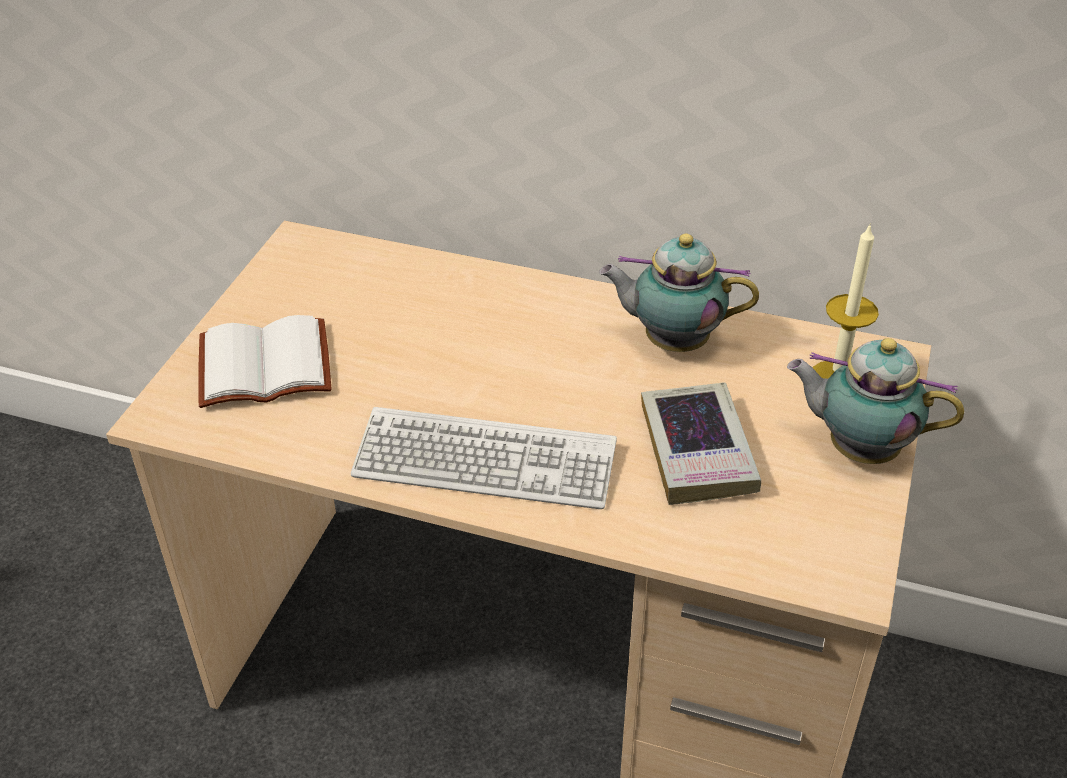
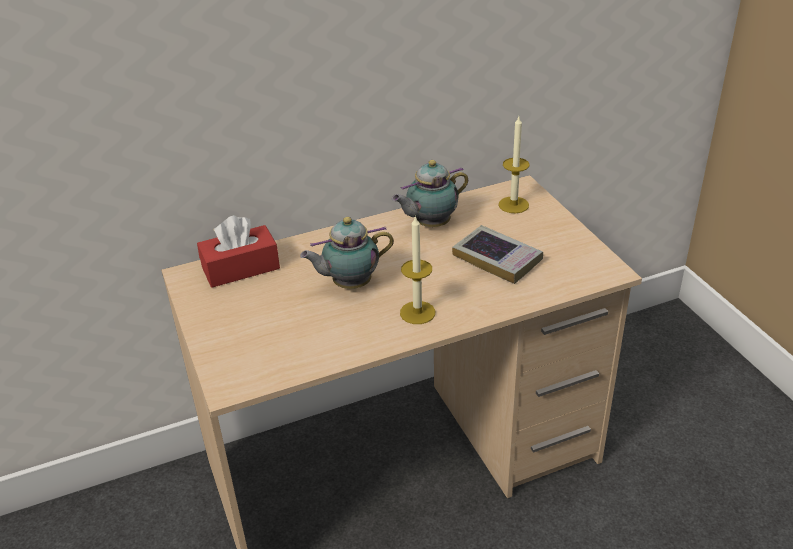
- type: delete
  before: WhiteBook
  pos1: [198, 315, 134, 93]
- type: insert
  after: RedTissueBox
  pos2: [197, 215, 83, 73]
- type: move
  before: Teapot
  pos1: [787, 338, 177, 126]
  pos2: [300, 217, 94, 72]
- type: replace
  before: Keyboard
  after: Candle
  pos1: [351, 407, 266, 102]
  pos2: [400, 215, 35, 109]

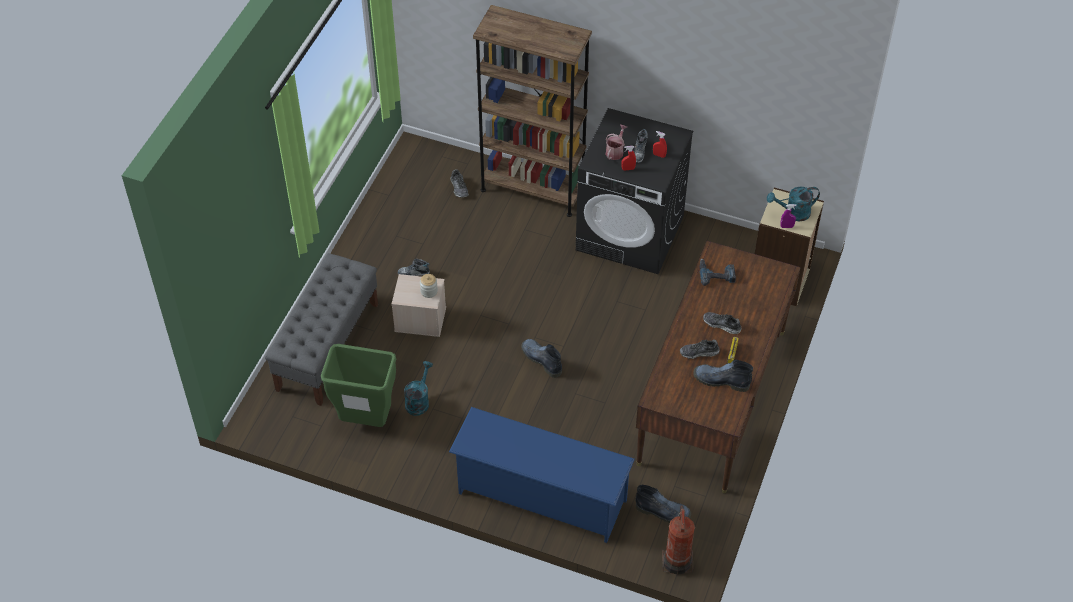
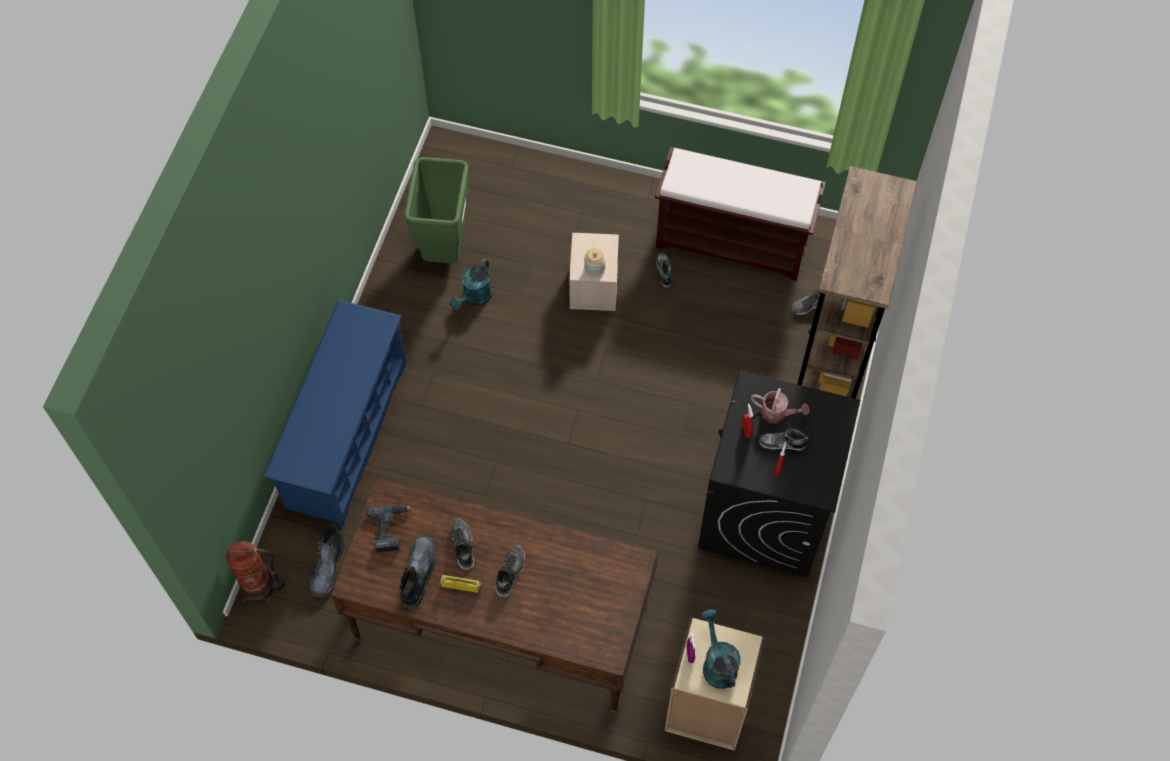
- type: delete
  before: GreyBench
  pos1: [265, 253, 113, 153]
- type: delete
  before: Boot
  pos1: [521, 339, 41, 39]
- type: insert
  after: BrownBench
  pos2: [655, 147, 171, 134]
- type: move
  before: PowerDrill
  pos1: [700, 259, 36, 27]
  pos2: [366, 505, 46, 48]
- type: rotate
  before: TurquoiseWateringCan
  pos1: [404, 361, 29, 55]
  pos2: [450, 259, 42, 51]
  turn: 105

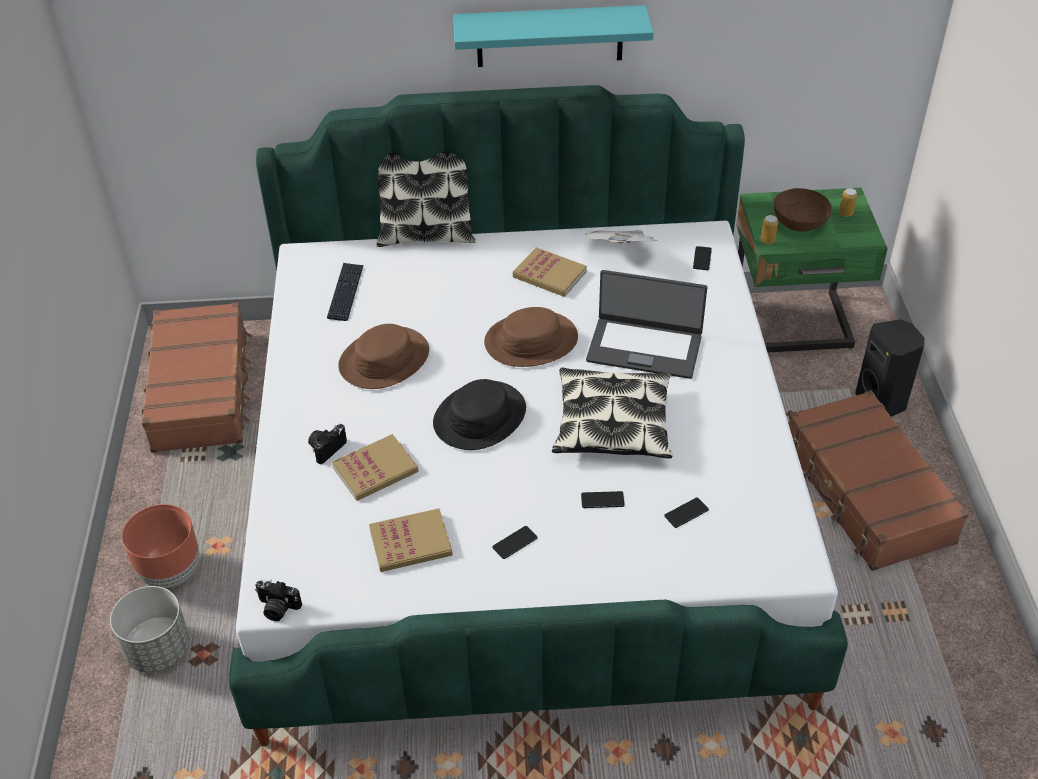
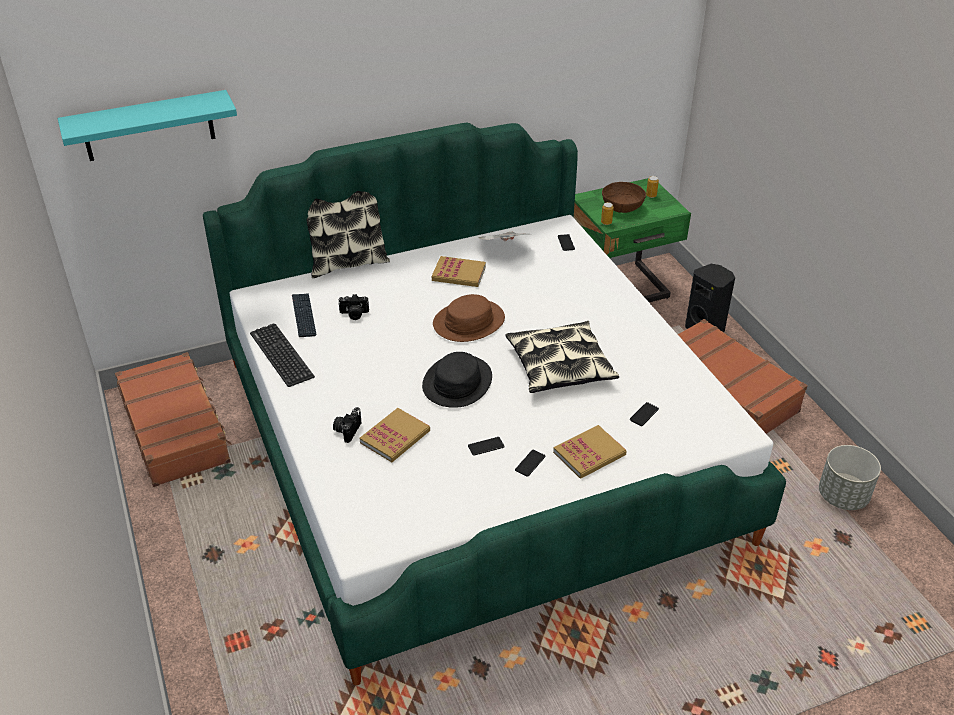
- type: delete
  before: BrownPlanter
  pos1: [122, 504, 77, 84]
- type: delete
  before: BrownHat
  pos1: [338, 324, 91, 65]
- type: delete
  before: Laptop
  pos1: [586, 270, 121, 109]
- type: insert
  after: Keyboard
  pos2: [250, 324, 65, 63]
- type: move
  before: GreyPlanter
  pos1: [110, 586, 80, 87]
  pos2: [819, 445, 62, 65]
- type: move
  before: PhotoCamera
  pos1: [255, 580, 47, 41]
  pos2: [338, 294, 31, 26]
- type: move
  before: Book
  pos1: [369, 508, 84, 64]
  pos2: [553, 425, 74, 54]
- type: move
  before: TurquoiseShelf
  pos1: [453, 5, 201, 62]
  pos2: [58, 90, 179, 71]
- type: move
  before: Phone
  pos1: [581, 491, 44, 17]
  pos2: [468, 437, 37, 19]

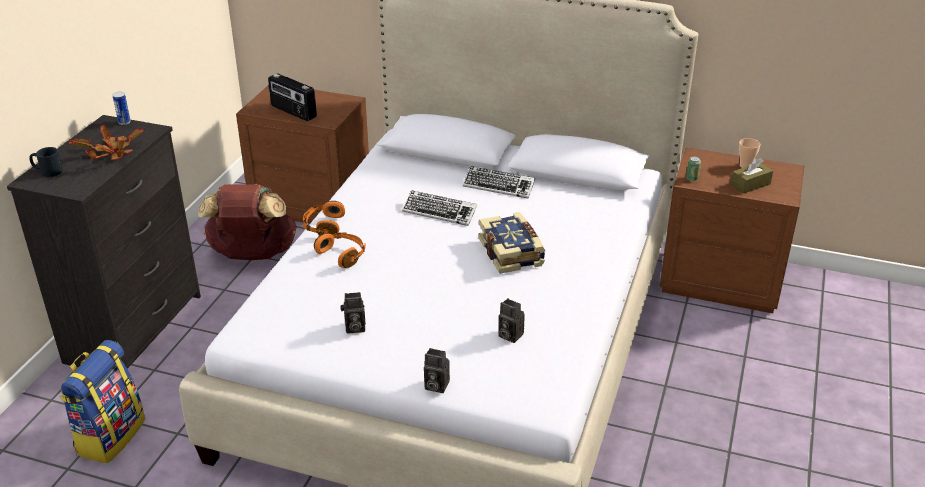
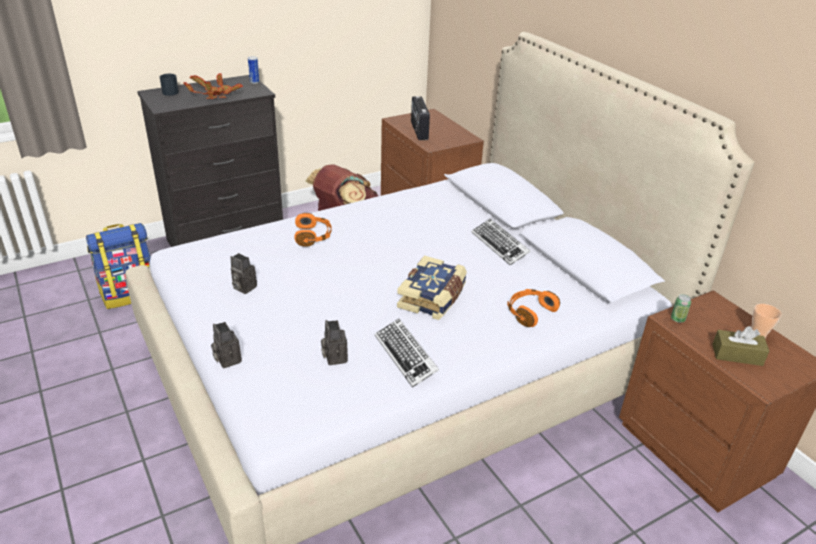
- type: move
  before: OrangeHeadphones
  pos1: [303, 201, 42, 34]
  pos2: [507, 289, 53, 38]
- type: move
  before: Keyboard
  pos1: [402, 190, 75, 36]
  pos2: [375, 319, 64, 69]

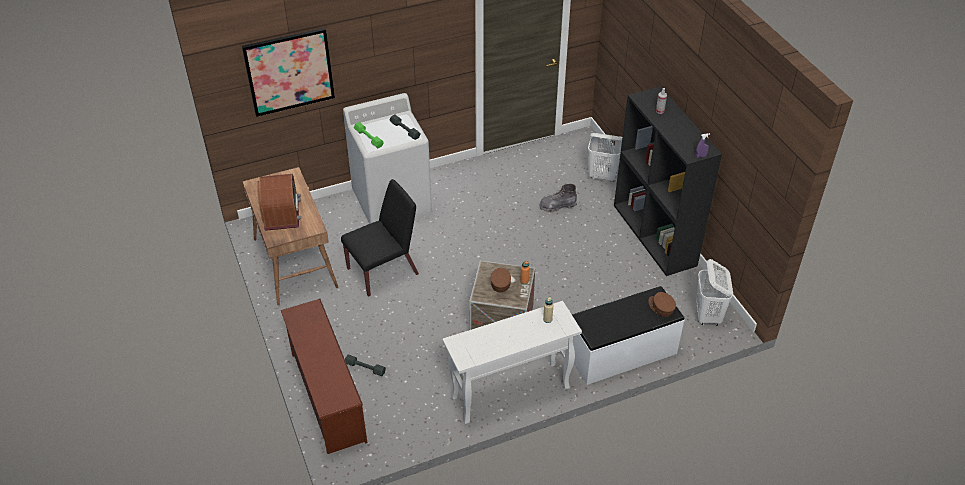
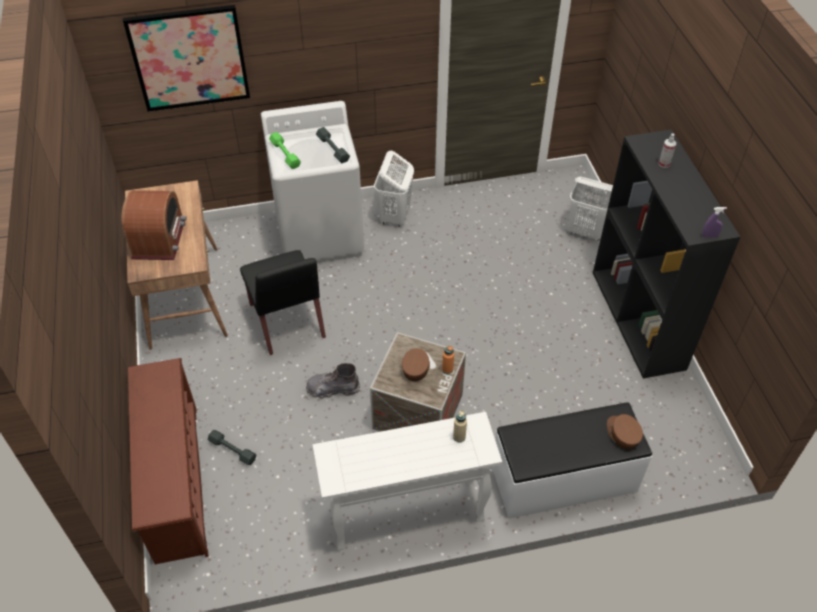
- type: move
  before: GreyBoot
  pos1: [539, 184, 38, 28]
  pos2: [306, 363, 54, 36]
- type: move
  before: WhiteLaundryBasket
  pos1: [696, 259, 37, 67]
  pos2: [374, 151, 40, 76]
- type: rotate
  before: BlackChair
  pos1: [341, 179, 78, 118]
  pos2: [240, 250, 86, 105]
  turn: 90

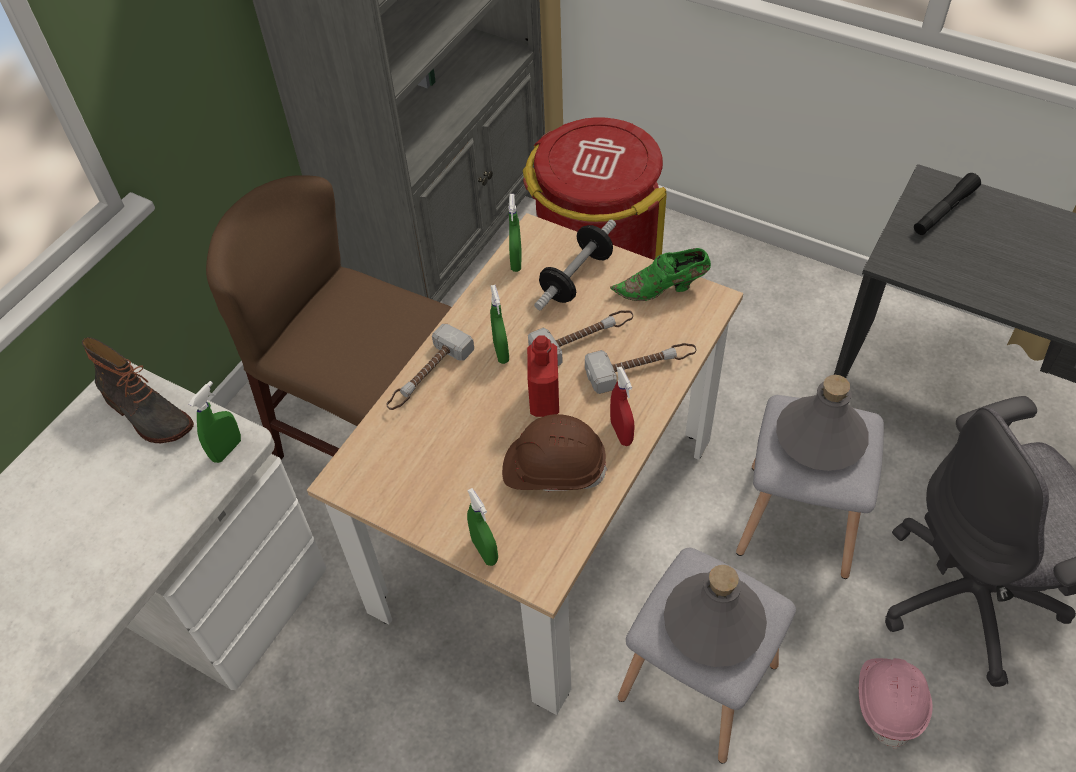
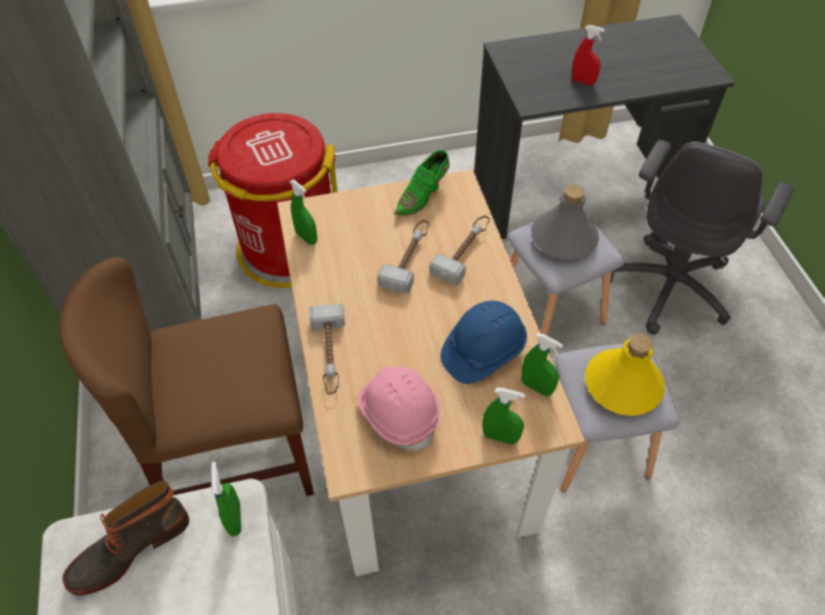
- type: delete
  before: RedBottle
  pos1: [527, 335, 32, 82]
- type: delete
  before: Dumbbell
  pos1: [534, 219, 82, 91]
- type: delete
  before: BlackFlashlight
  pos1: [914, 173, 67, 62]
- type: move
  before: GreenSprayBottle
  pos1: [490, 285, 19, 79]
  pos2: [521, 333, 42, 63]
- type: move
  before: RedSprayBottle
  pos1: [610, 366, 25, 80]
  pos2: [572, 25, 33, 60]
- type: move
  before: PinkHardHat
  pos1: [859, 658, 74, 91]
  pos2: [357, 367, 83, 84]
- type: recolor
  before: BrownHardHat
  after: BlueHardHat
  pos1: [502, 414, 105, 78]
  pos2: [440, 301, 87, 83]
- type: recolor
  before: GreyBottle
  after: YellowBottle
  pos1: [664, 565, 103, 102]
  pos2: [585, 333, 80, 83]
- type: rotate
  before: Boot
  pos1: [82, 337, 112, 106]
  pos2: [63, 481, 126, 115]
  turn: 150

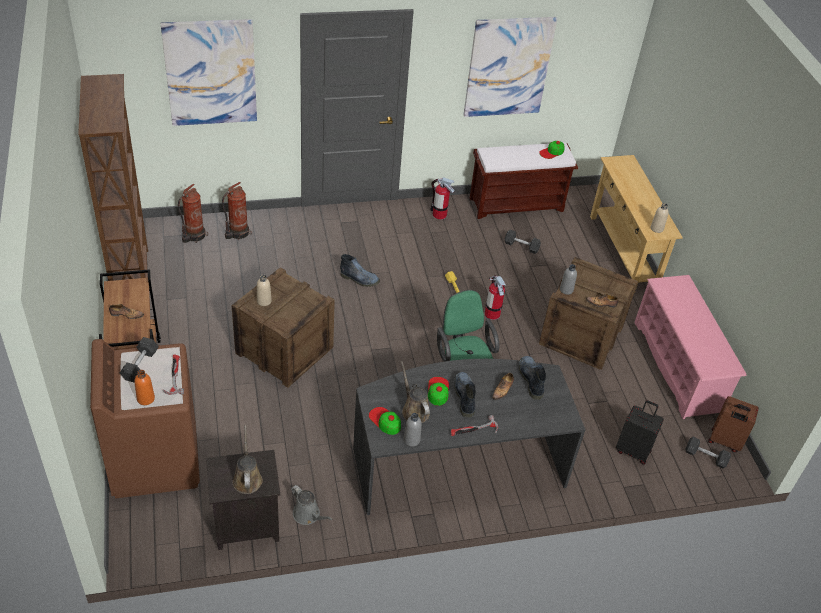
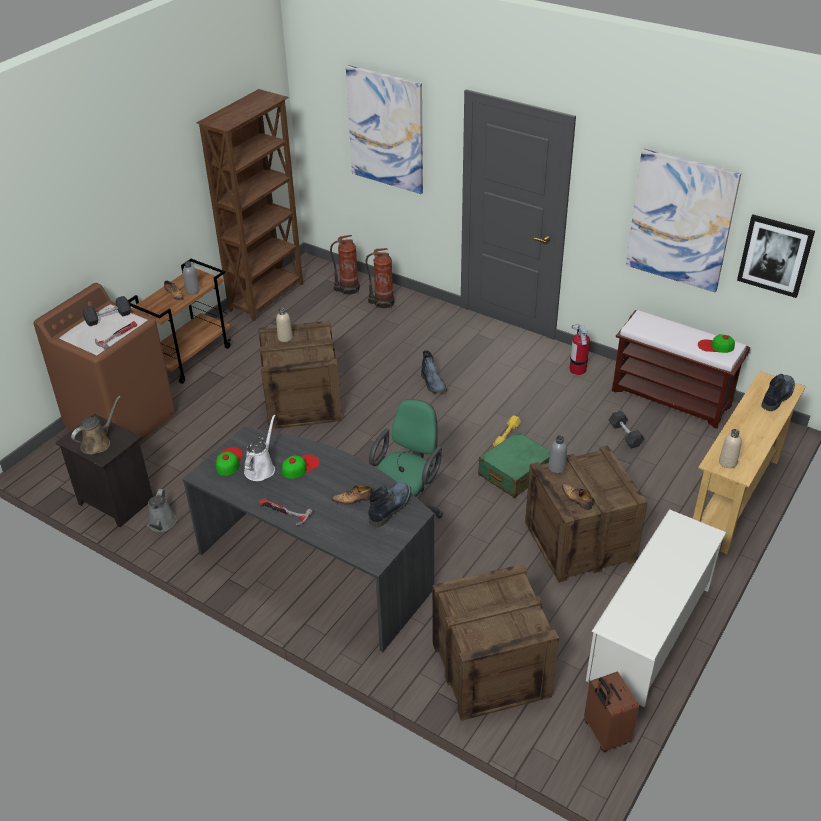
- type: delete
  before: OrangeBottle
  pos1: [134, 370, 21, 35]
- type: delete
  before: GreyDumbbell
  pos1: [685, 437, 46, 31]
- type: insert
  after: Picture
  pos2: [737, 215, 78, 83]
- type: move
  before: GreyBottle
  pos1: [404, 413, 18, 34]
  pos2: [183, 261, 17, 34]
- type: move
  before: Boot
  pos1: [454, 372, 22, 46]
  pos2: [761, 374, 34, 37]
- type: replace
  before: FireExtinguisher
  after: GreenSuitcase
  pos1: [485, 275, 21, 45]
  pos2: [478, 431, 72, 67]
- type: replace
  before: BlackSuitcase
  after: Crate
  pos1: [616, 400, 48, 65]
  pos2: [432, 564, 127, 157]
- type: recolor
  before: BrownWateringCan
  after: WhiteWateringCan
  pos1: [401, 361, 29, 62]
  pos2: [244, 415, 31, 66]
- type: recolor
  before: PinkShoeRack
  after: WhiteShoeRack
  pos1: [634, 275, 112, 144]
  pos2: [586, 509, 141, 198]

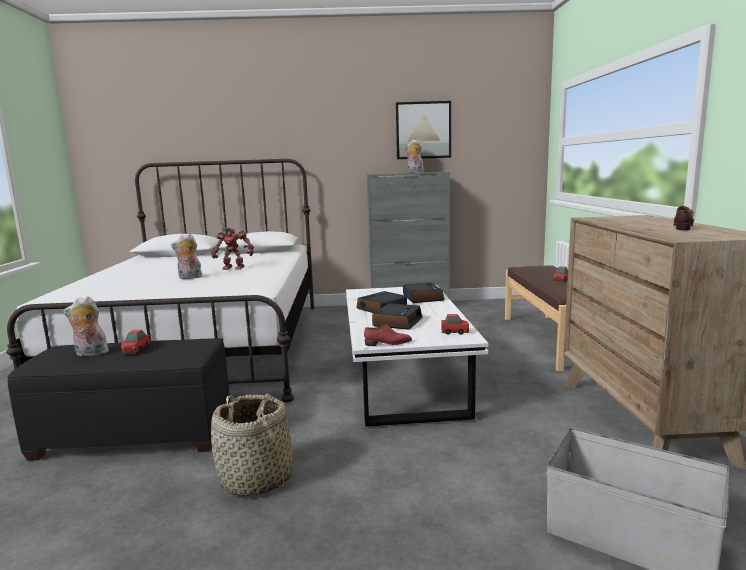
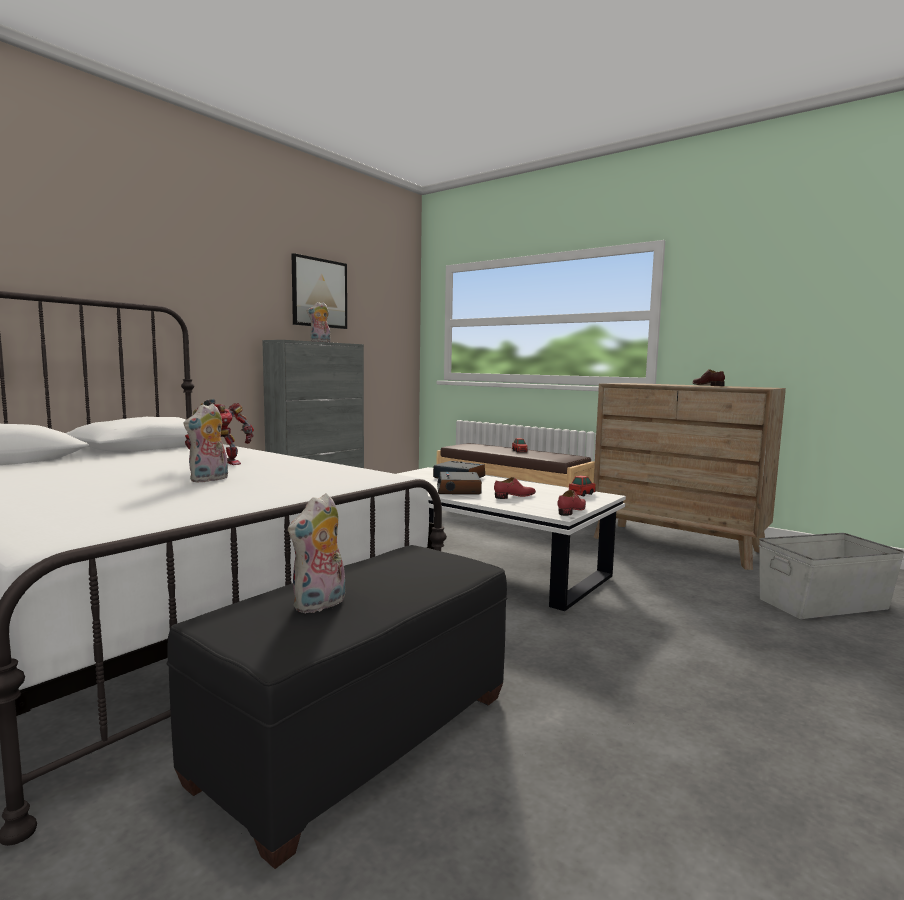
- type: delete
  before: ToyCar
  pos1: [121, 330, 29, 24]
- type: delete
  before: Basket
  pos1: [211, 393, 82, 104]
- type: replace
  before: AlarmClock
  after: RedShoe
  pos1: [372, 303, 50, 27]
  pos2: [494, 477, 42, 22]

